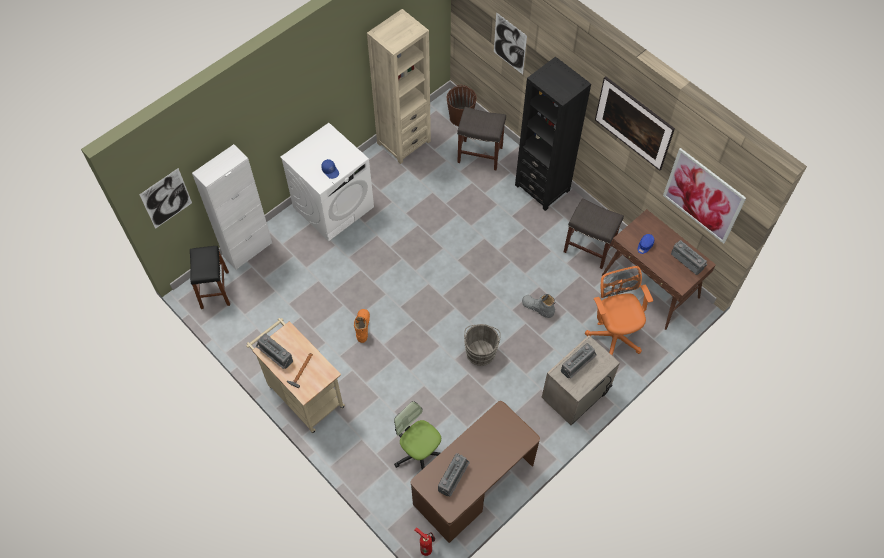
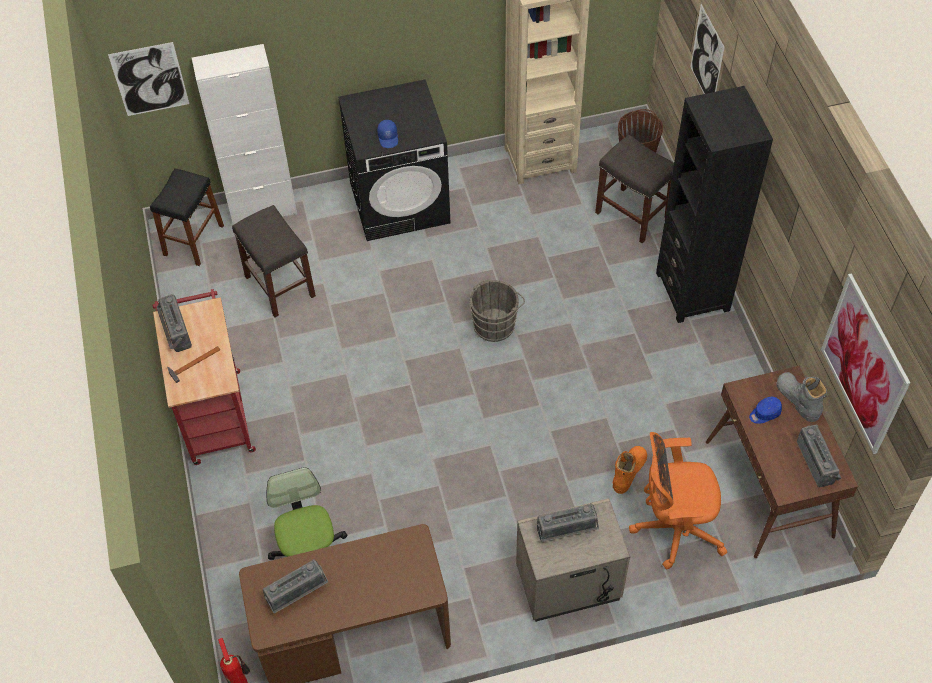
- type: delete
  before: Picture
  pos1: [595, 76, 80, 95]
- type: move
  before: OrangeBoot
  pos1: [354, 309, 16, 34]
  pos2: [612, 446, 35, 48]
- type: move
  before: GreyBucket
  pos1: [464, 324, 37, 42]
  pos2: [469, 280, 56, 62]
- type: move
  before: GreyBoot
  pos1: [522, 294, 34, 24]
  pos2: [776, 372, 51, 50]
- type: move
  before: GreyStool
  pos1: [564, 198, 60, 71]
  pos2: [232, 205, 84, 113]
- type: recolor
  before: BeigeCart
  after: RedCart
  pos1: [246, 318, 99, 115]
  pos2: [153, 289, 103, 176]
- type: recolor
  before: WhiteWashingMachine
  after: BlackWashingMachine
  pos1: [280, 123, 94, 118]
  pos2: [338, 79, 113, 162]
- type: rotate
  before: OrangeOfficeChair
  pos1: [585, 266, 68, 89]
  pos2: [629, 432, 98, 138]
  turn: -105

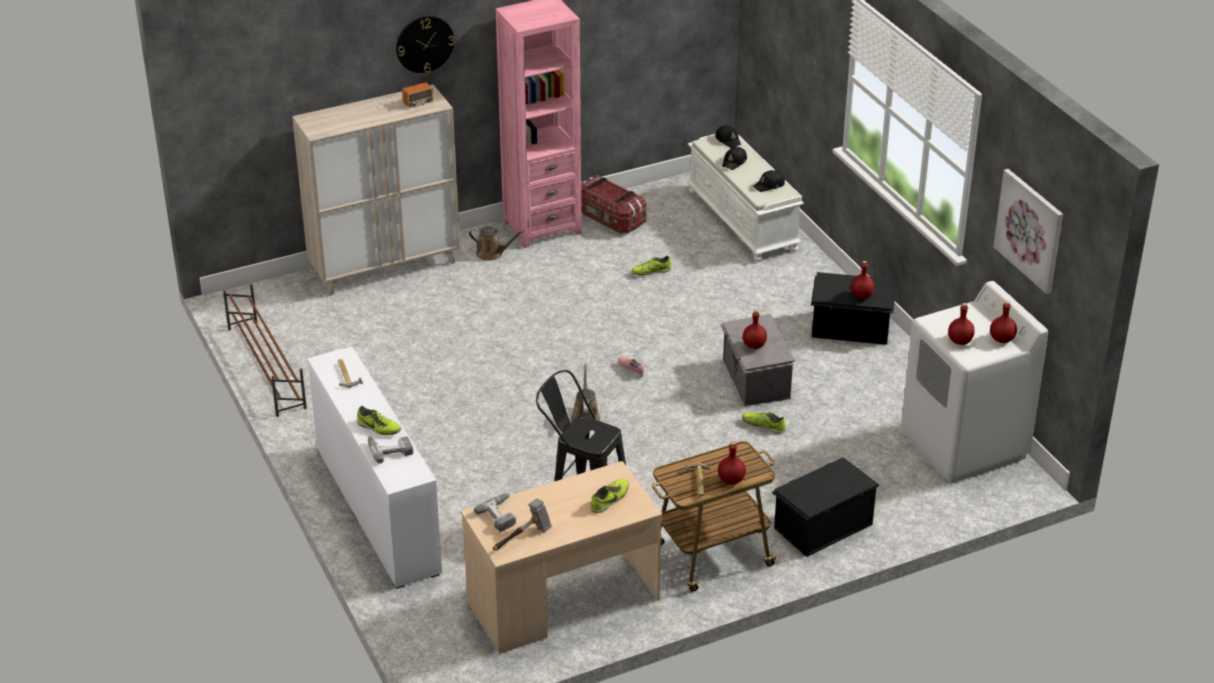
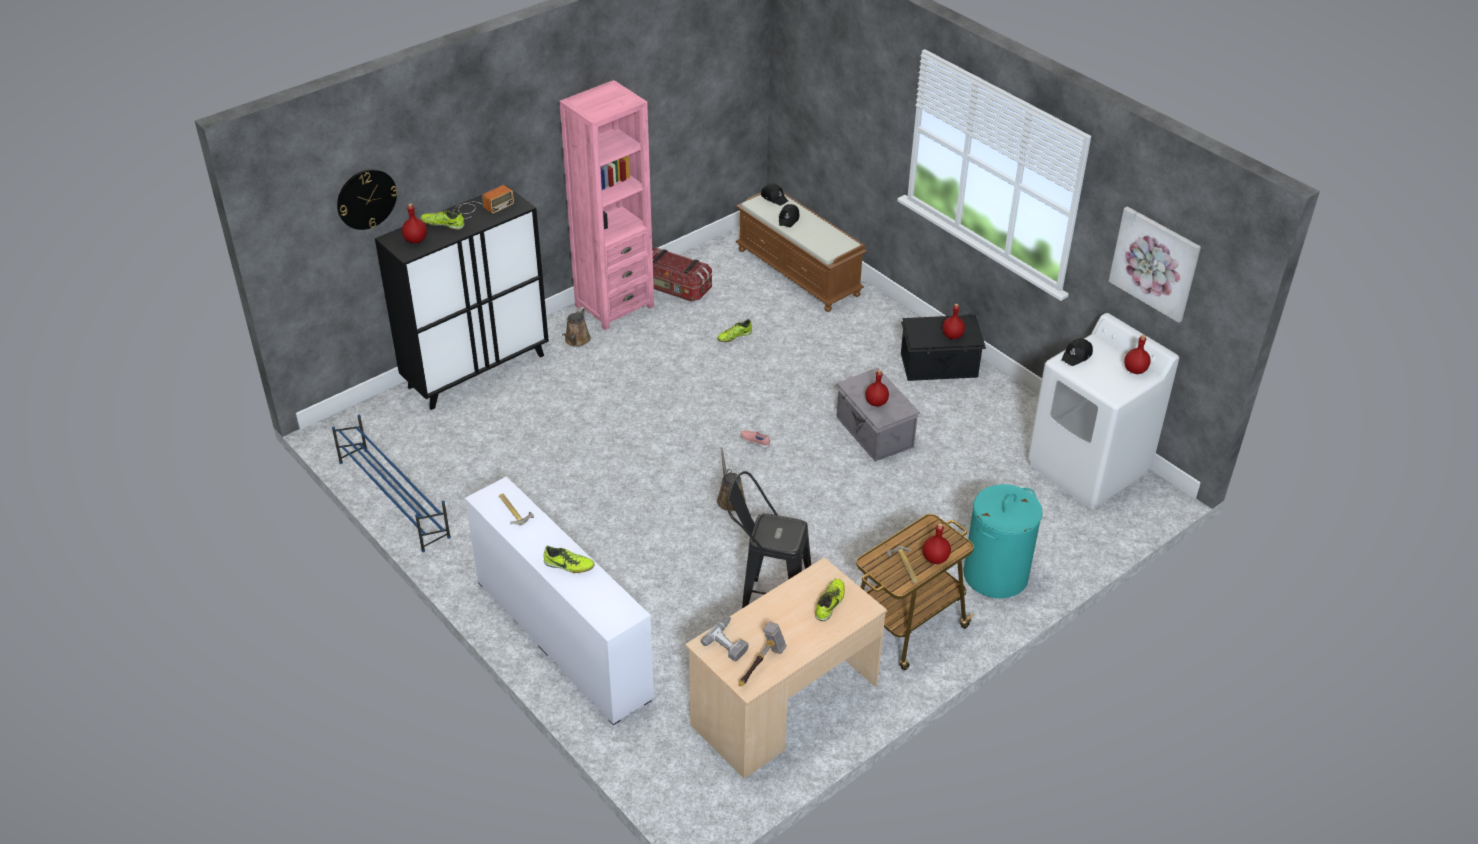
- type: delete
  before: PowerDrill
  pos1: [368, 436, 45, 28]
- type: move
  before: WallClock
  pos1: [396, 16, 59, 57]
  pos2: [337, 169, 61, 61]
- type: move
  before: Shoe
  pos1: [742, 412, 44, 22]
  pos2: [420, 210, 45, 20]
- type: move
  before: BlackCap
  pos1: [753, 170, 32, 22]
  pos2: [1061, 338, 32, 28]
- type: move
  before: RedBottle
  pos1: [948, 303, 27, 42]
  pos2: [402, 203, 25, 40]
- type: replace
  before: BlackStorageBox
  after: TurquoiseLaundryBasket
  pos1: [772, 457, 107, 100]
  pos2: [963, 484, 80, 114]
- type: recolor
  before: BrownShoeRack
  after: BlueShoeRack
  pos1: [223, 284, 84, 133]
  pos2: [332, 415, 119, 137]
- type: recolor
  before: BeigeCabinet
  after: BlackCabinet
  pos1: [292, 85, 168, 211]
  pos2: [375, 185, 174, 225]
- type: recolor
  before: WhiteBench
  after: BrownBench
  pos1: [687, 134, 117, 128]
  pos2: [736, 193, 131, 119]
- type: rotate
  before: BrownWateringCan
  pos1: [469, 226, 55, 35]
  pos2: [562, 308, 29, 39]
  turn: 105

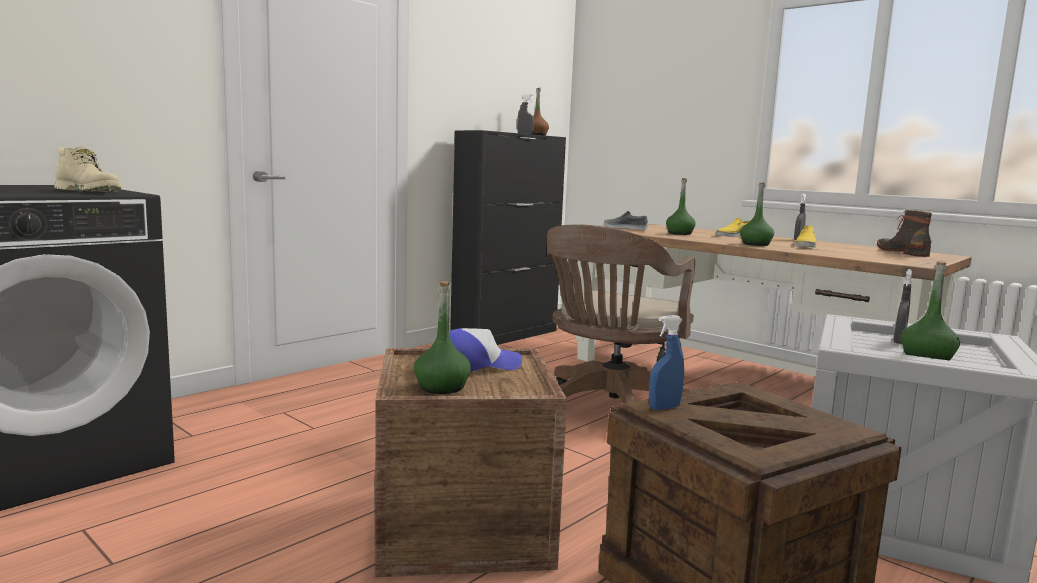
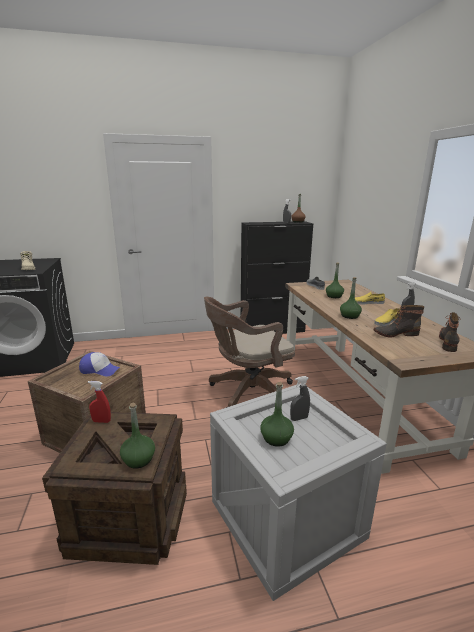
- type: insert
  after: Boot
  pos2: [374, 305, 51, 33]
- type: move
  before: GreenBottle
  pos1: [414, 281, 57, 113]
  pos2: [120, 403, 35, 65]
- type: recolor
  before: BlueSprayBottle
  after: RedSprayBottle
  pos1: [649, 315, 35, 95]
  pos2: [88, 381, 23, 42]

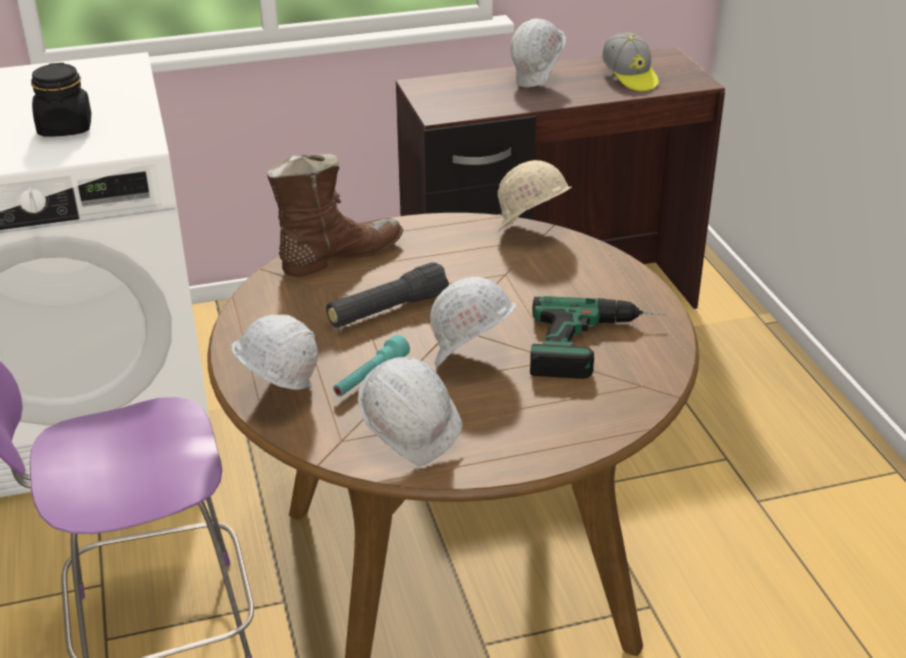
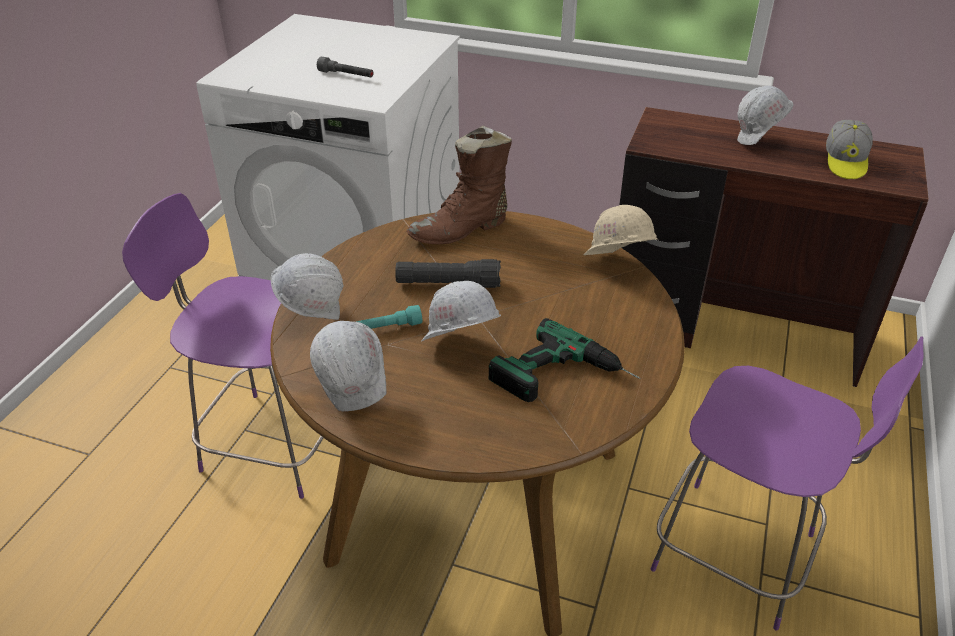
- type: insert
  after: PurpleChair
  pos2: [651, 336, 273, 295]
- type: replace
  before: BlackJar
  after: GreyFlashlight
  pos1: [31, 63, 60, 73]
  pos2: [317, 57, 57, 20]
- type: rotate
  before: BrownBoot
  pos1: [267, 154, 136, 123]
  pos2: [406, 125, 106, 119]
  turn: 150

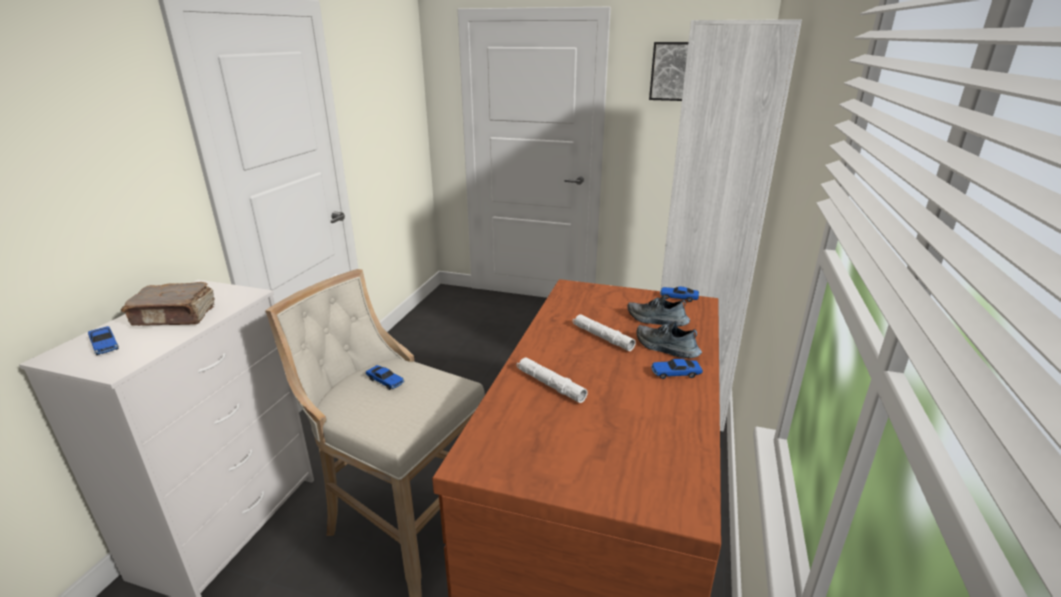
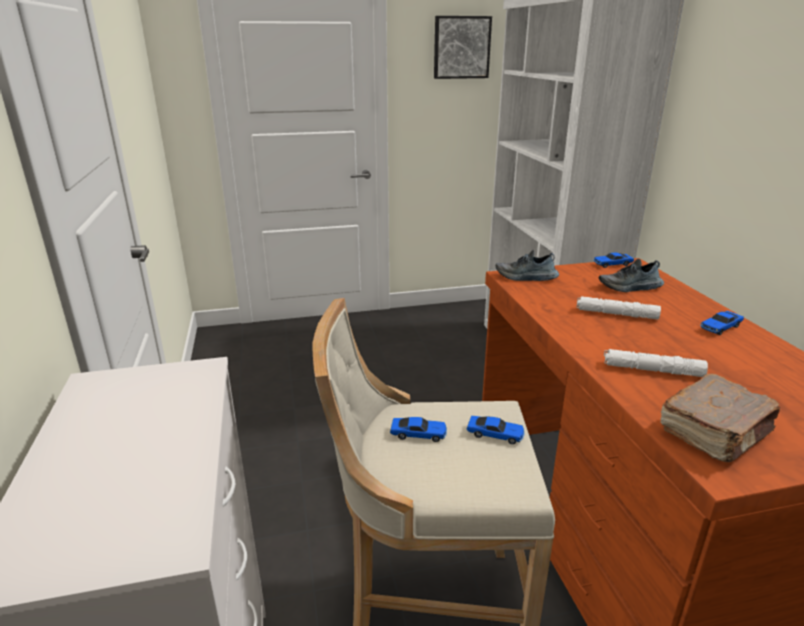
- type: move
  before: ToyCar
  pos1: [88, 326, 31, 29]
  pos2: [467, 416, 58, 28]
- type: move
  before: BrownBook
  pos1: [121, 282, 94, 44]
  pos2: [660, 374, 120, 88]
- type: move
  before: Shoe
  pos1: [637, 321, 65, 37]
  pos2: [496, 250, 63, 31]

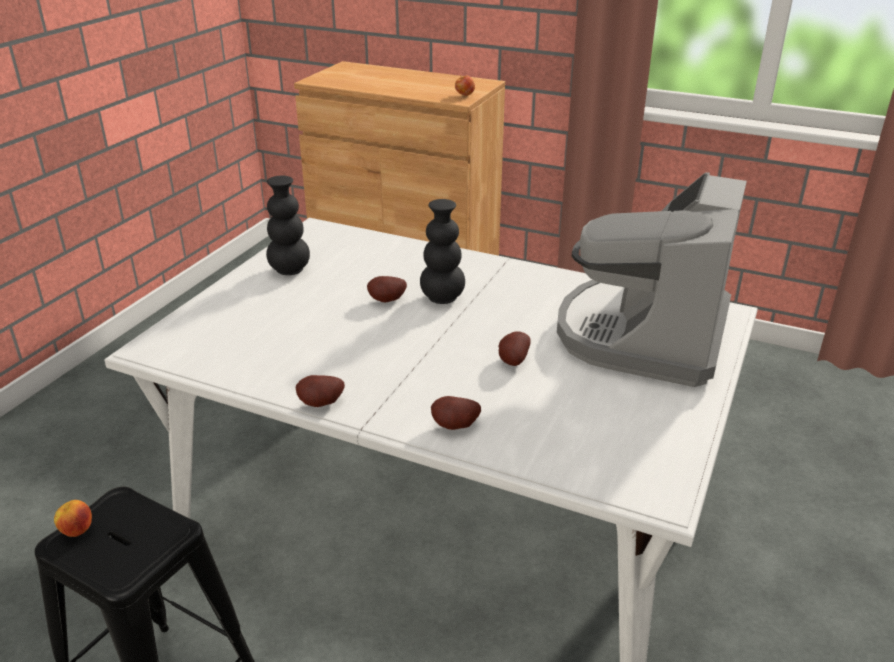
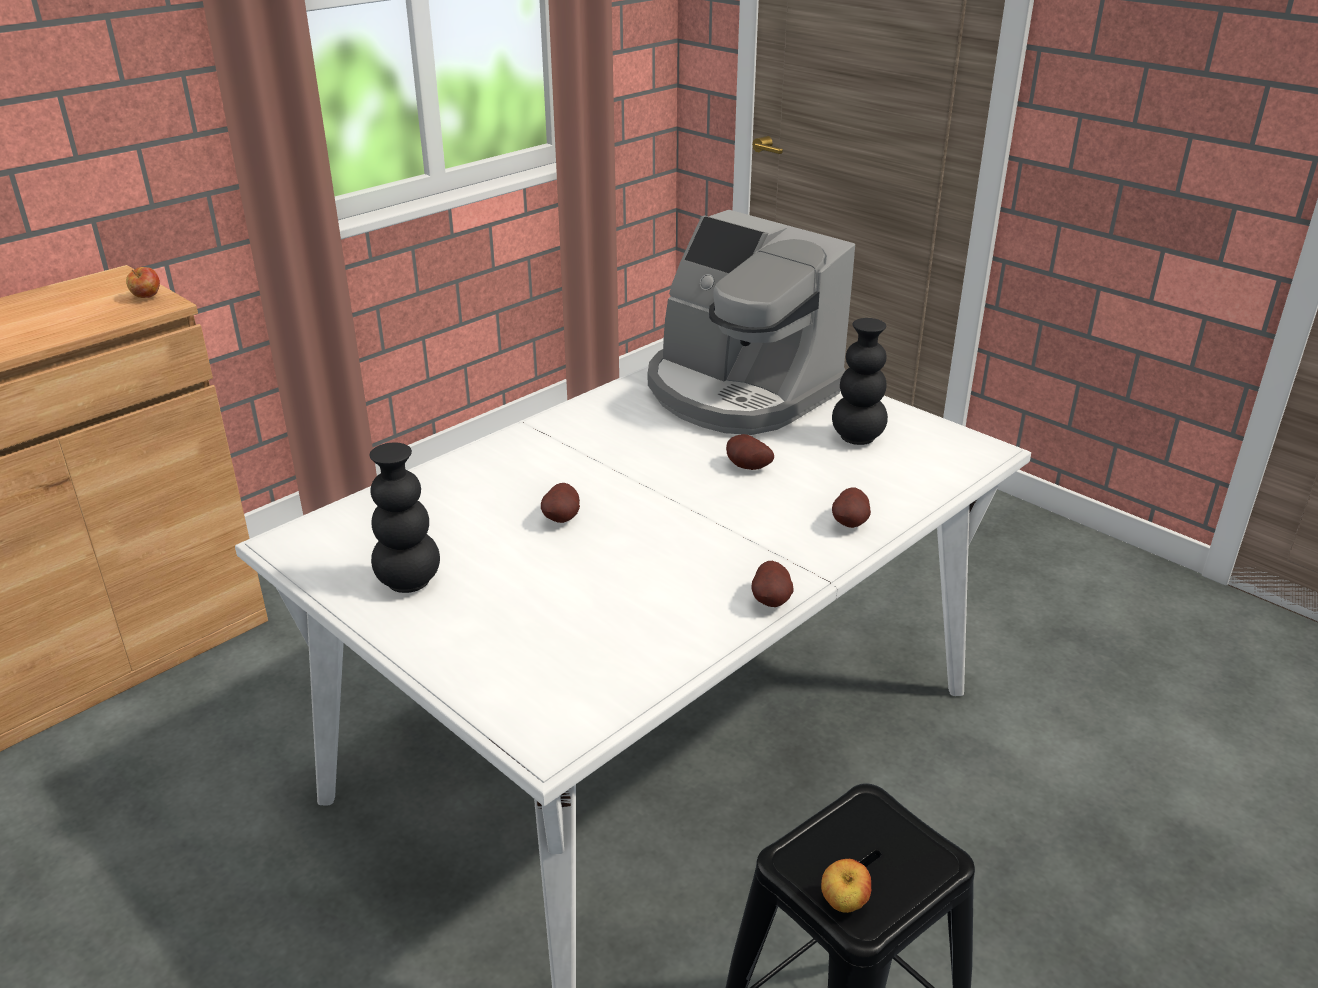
- type: move
  before: BlackVase
  pos1: [420, 199, 45, 105]
  pos2: [832, 318, 56, 127]

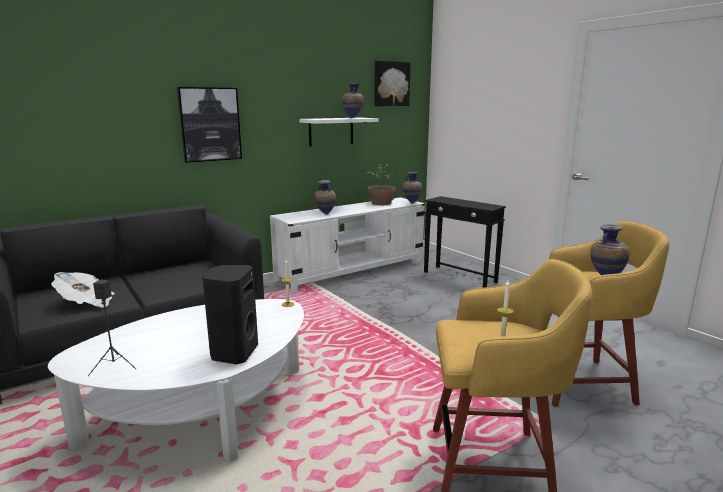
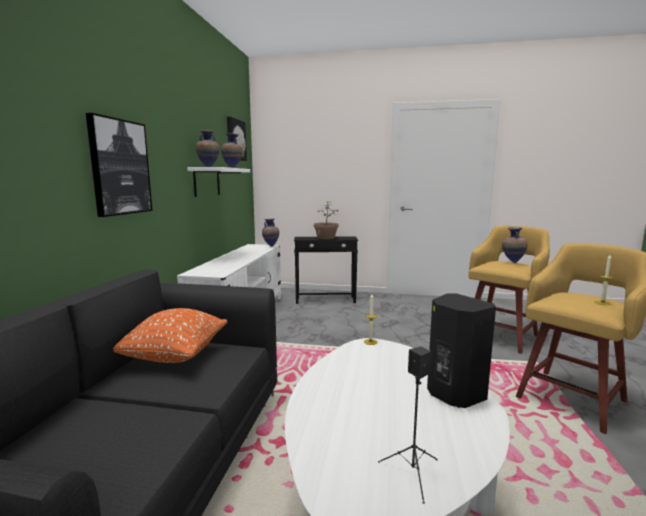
- type: delete
  before: Newspaper
  pos1: [51, 272, 63, 35]
- type: insert
  after: OrangePillow
  pos2: [113, 308, 115, 55]
- type: move
  before: Vase
  pos1: [314, 180, 22, 34]
  pos2: [196, 130, 23, 37]
- type: move
  before: PottedPlant
  pos1: [367, 162, 28, 43]
  pos2: [314, 201, 25, 38]

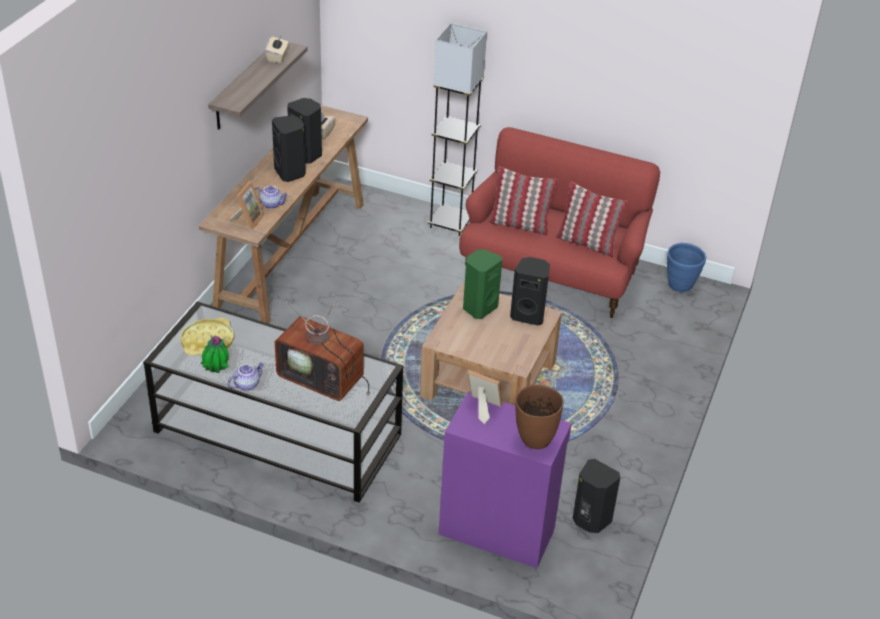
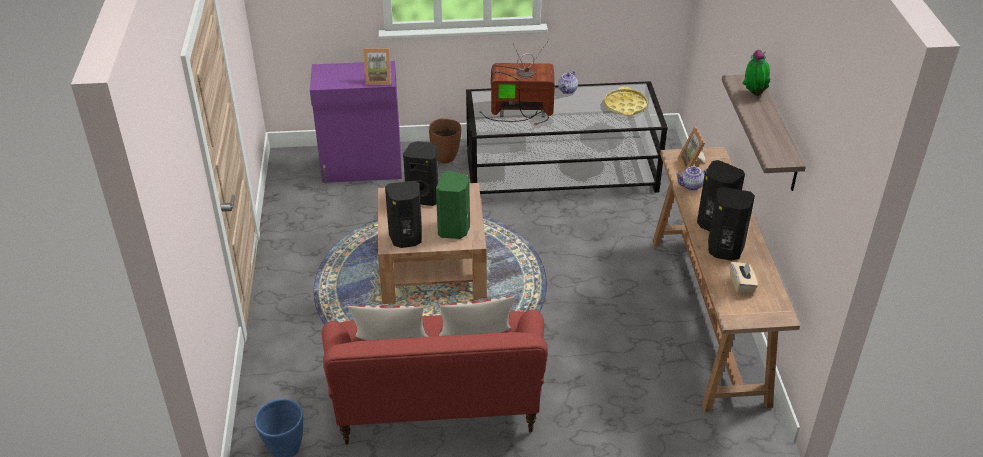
- type: delete
  before: BeigeTissueBox
  pos1: [265, 36, 24, 27]
- type: delete
  before: GreyFloorLamp
  pos1: [428, 23, 59, 213]
- type: move
  before: PottedPlant
  pos1: [200, 335, 29, 38]
  pos2: [742, 50, 28, 46]
- type: move
  before: BrownVase
  pos1: [515, 384, 49, 65]
  pos2: [429, 118, 33, 45]
- type: move
  before: BlackSpeaker
  pos1: [573, 459, 47, 74]
  pos2: [403, 141, 35, 65]

